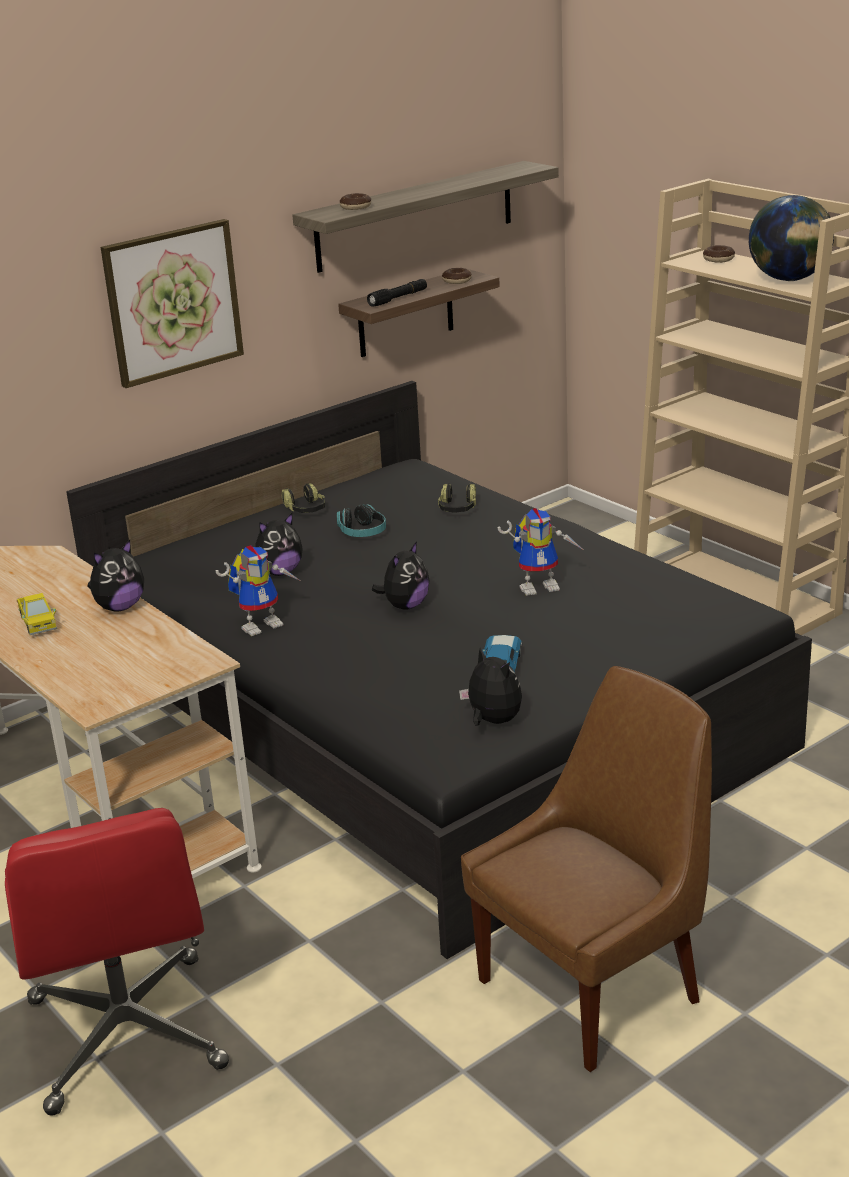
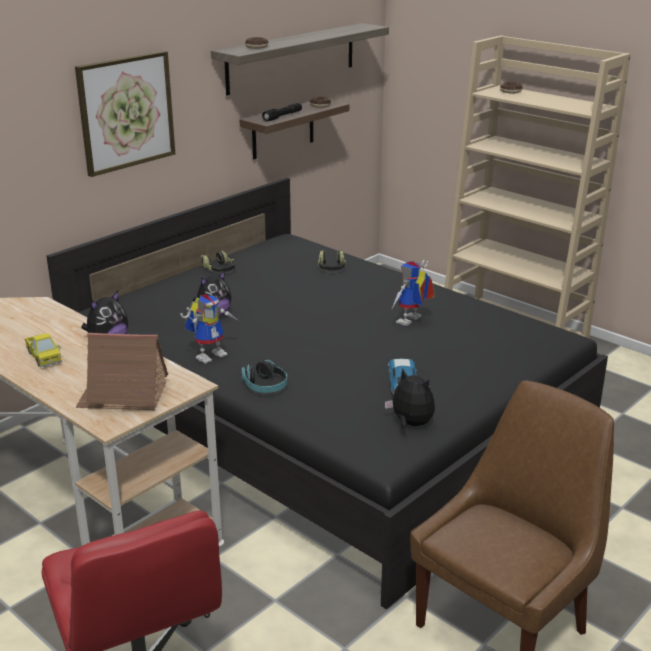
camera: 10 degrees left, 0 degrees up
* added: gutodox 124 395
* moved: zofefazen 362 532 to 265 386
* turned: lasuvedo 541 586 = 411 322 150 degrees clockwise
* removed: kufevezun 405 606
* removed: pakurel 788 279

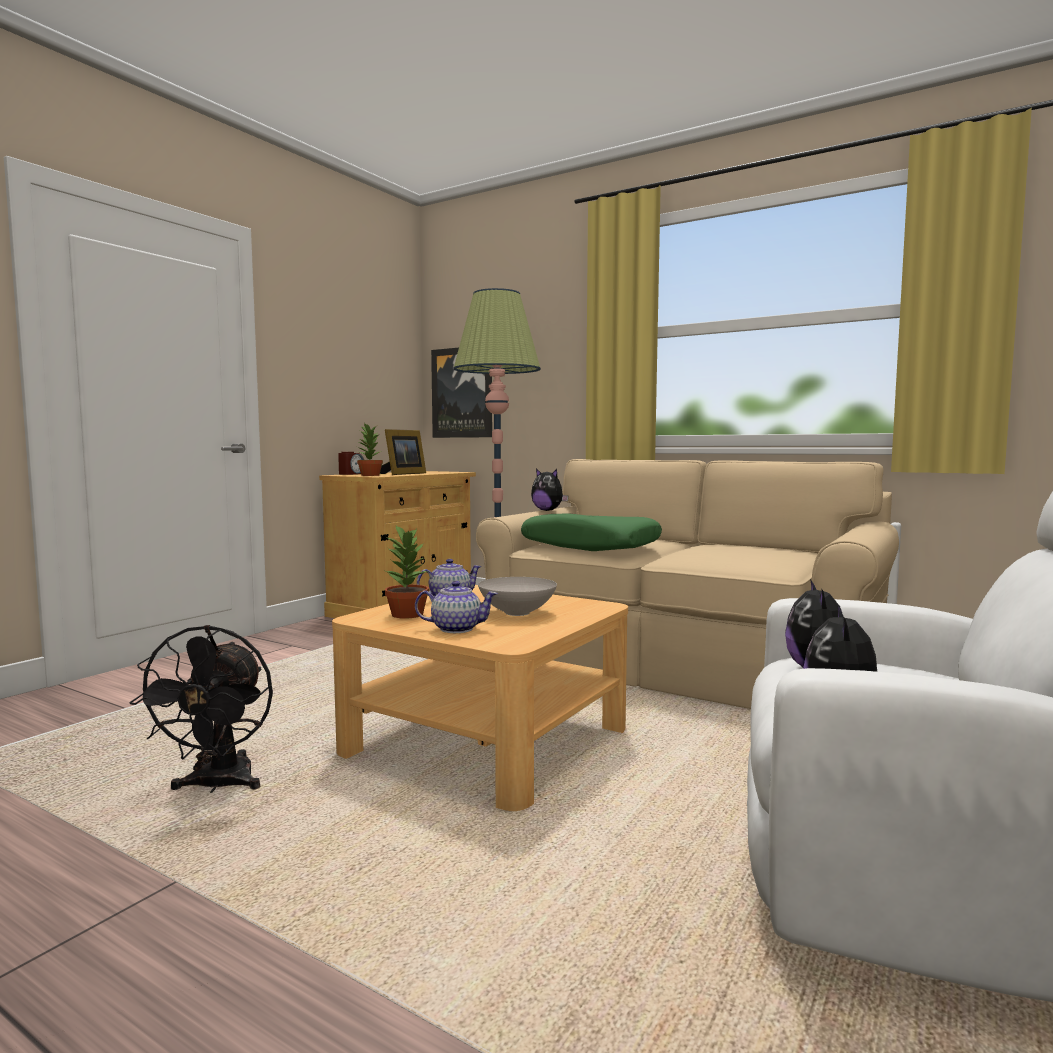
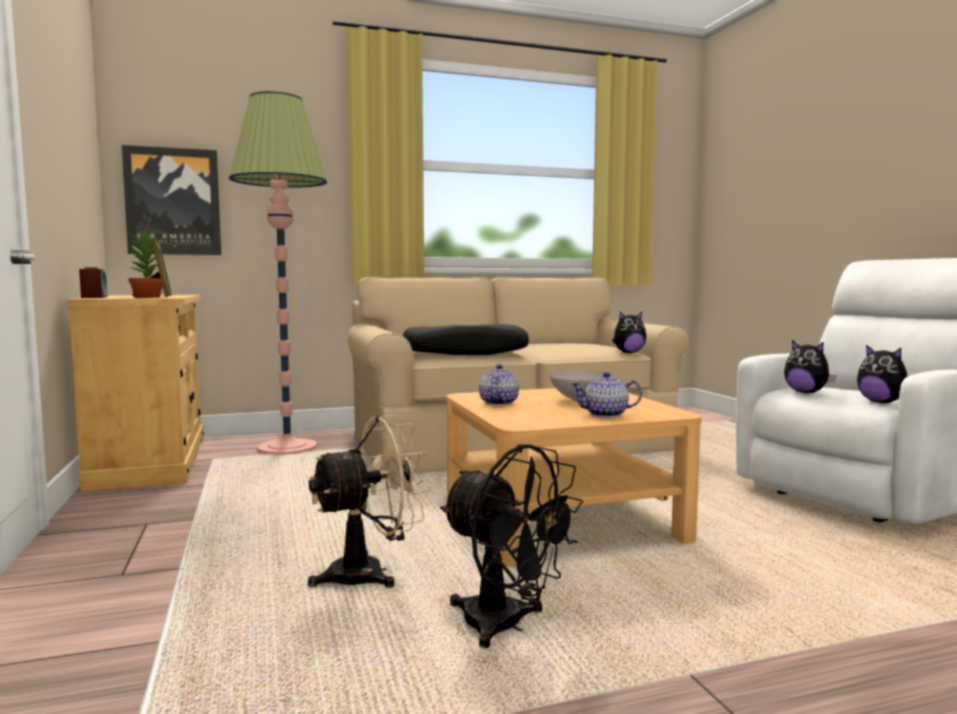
camera: 50 degrees left, 0 degrees up
* added: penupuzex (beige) 370 573
* recoloured: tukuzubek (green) 590 546 to tukuzubek (black) 465 352
* turned: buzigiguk 456 629 = 606 414 135 degrees counterclockwise
* moved: kufevezun 548 510 to 628 353
* removed: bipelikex 407 614

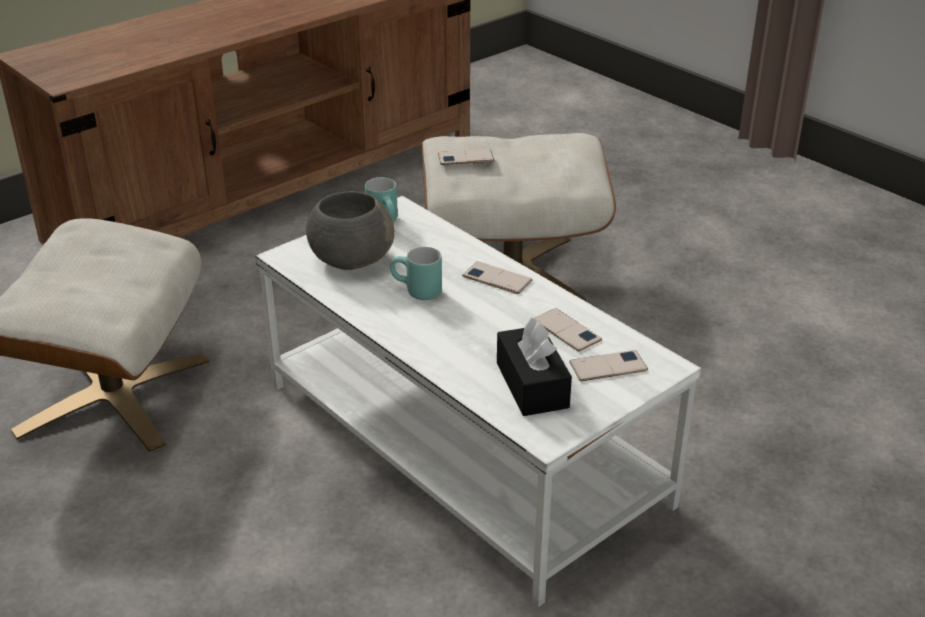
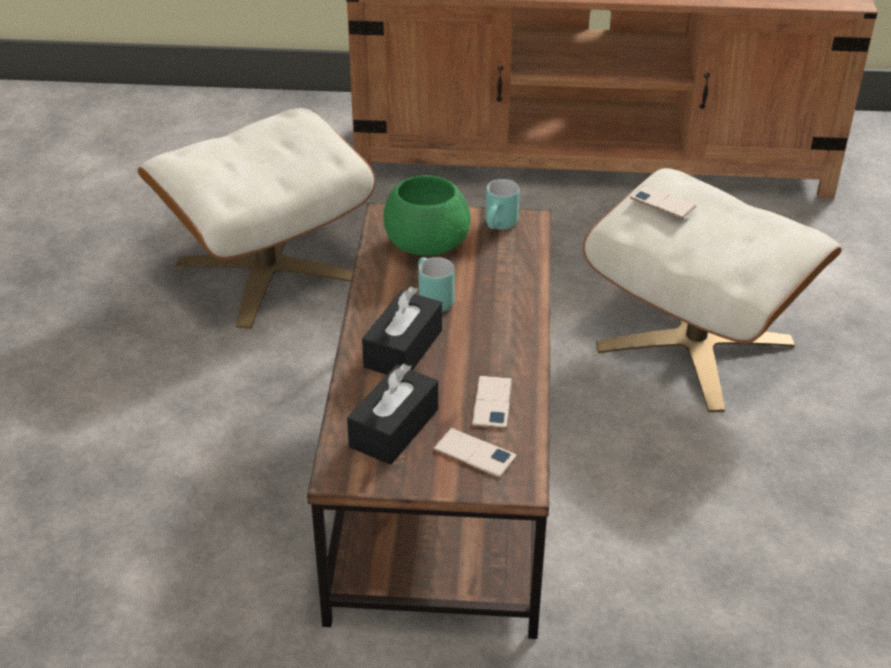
camera: 45 degrees right, 5 degrees up
* recoloured: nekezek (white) 459 443 to nekezek (brown) 443 463
* added: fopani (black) 403 349
* recoloured: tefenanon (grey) 350 259 to tefenanon (green) 426 243
* removed: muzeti 497 278

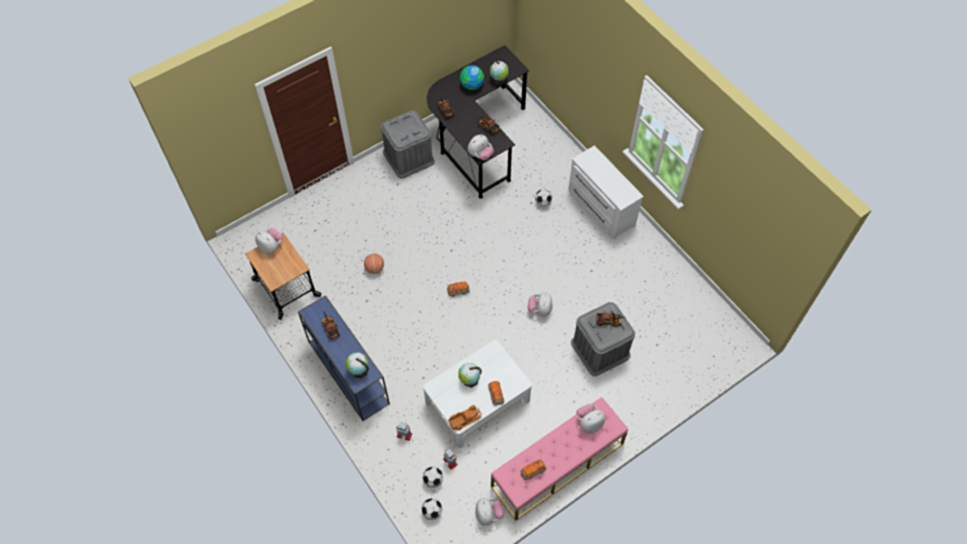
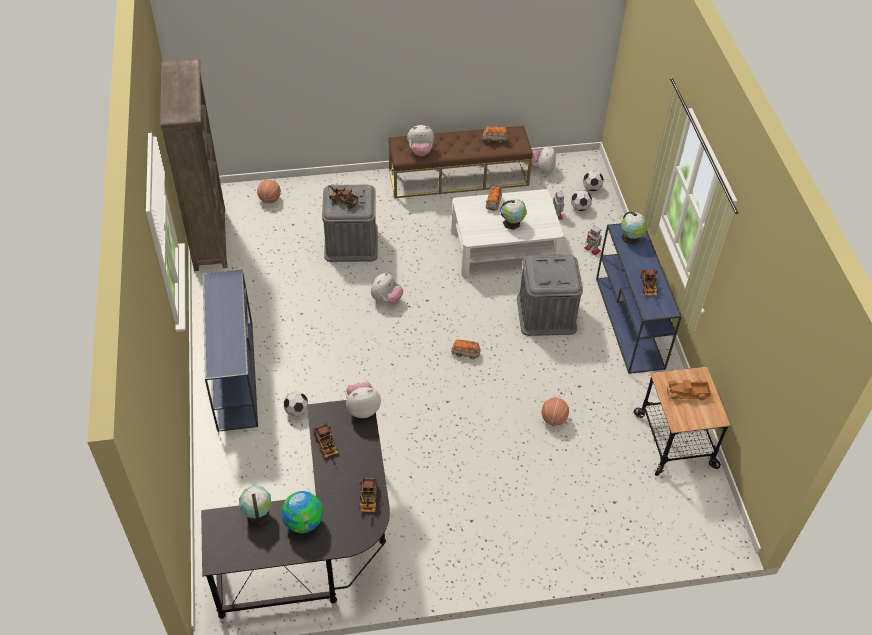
camera: 155 degrees left, 10 degrees down
* added: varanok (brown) 210 238
* replaced: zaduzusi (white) 599 208 to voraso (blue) 235 374
* added: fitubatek 270 199
* recoloured: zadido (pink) 557 465 to zadido (brown) 458 177
* moved: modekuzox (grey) 408 157 to 546 313
* moved: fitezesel 464 419 to 688 393
* removed: kufevezun 271 246

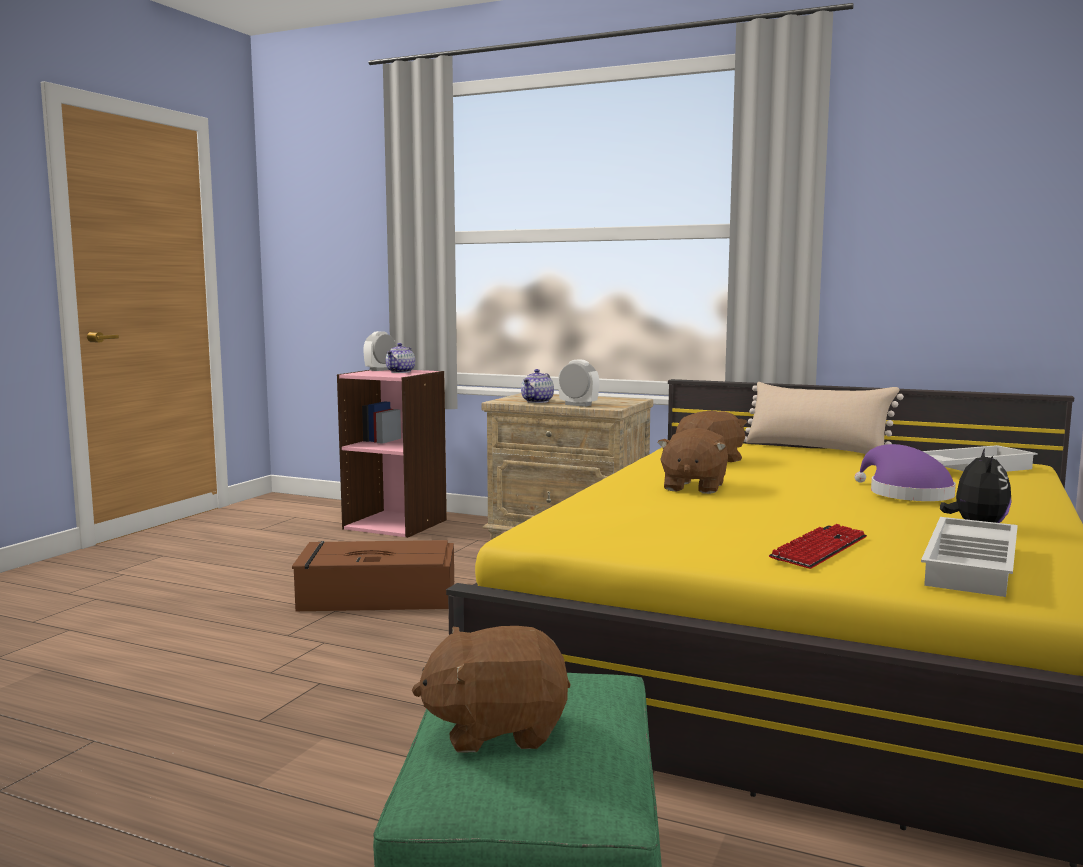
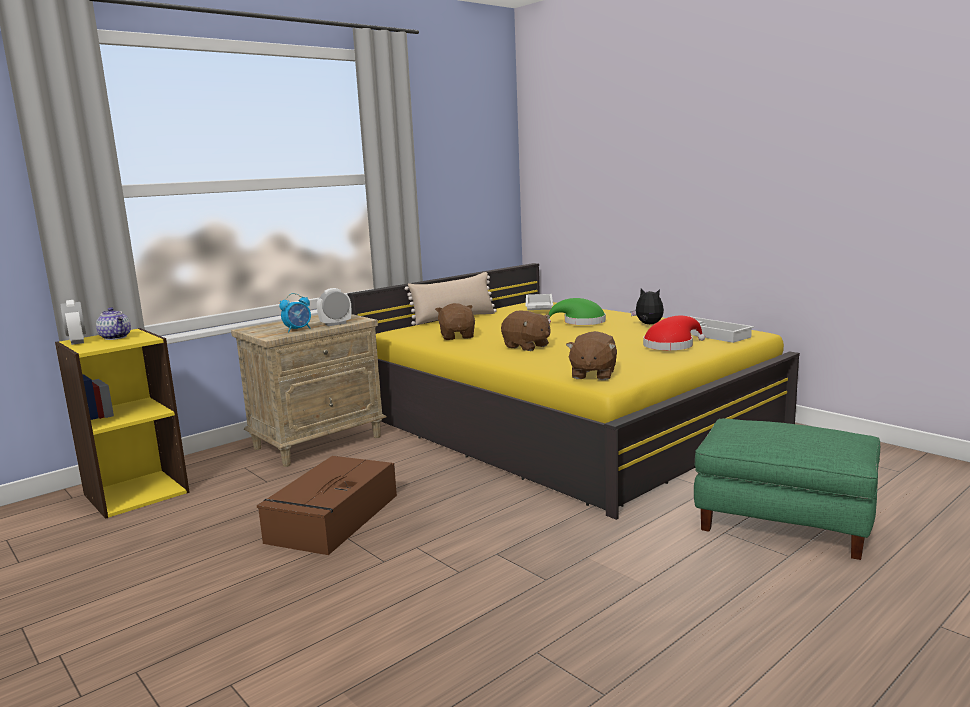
camera: 65 degrees left, 5 degrees up
* recoloured: varanok (pink) 396 524 to varanok (yellow) 136 493
* replaced: buzigiguk 538 401 to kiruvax 298 330
* recoloured: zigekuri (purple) 905 494 to zigekuri (green) 580 322
* moved: kufevezun (brown) 496 729 to 592 374
* replaced: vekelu 819 549 to zigekuri (red) 671 346

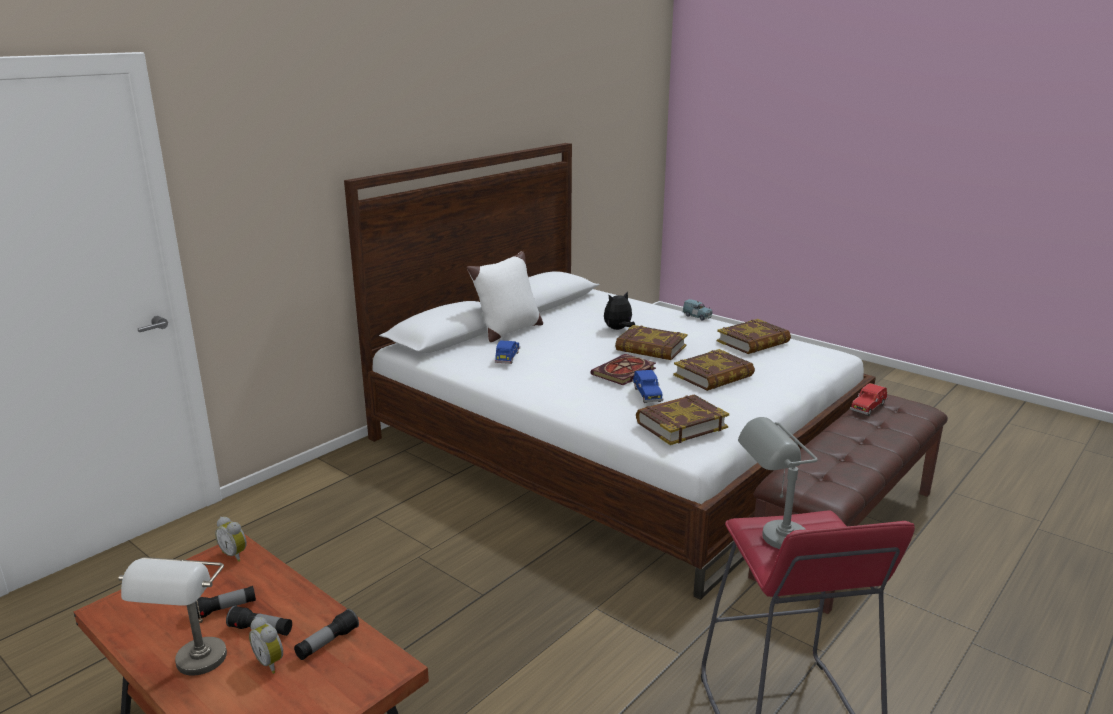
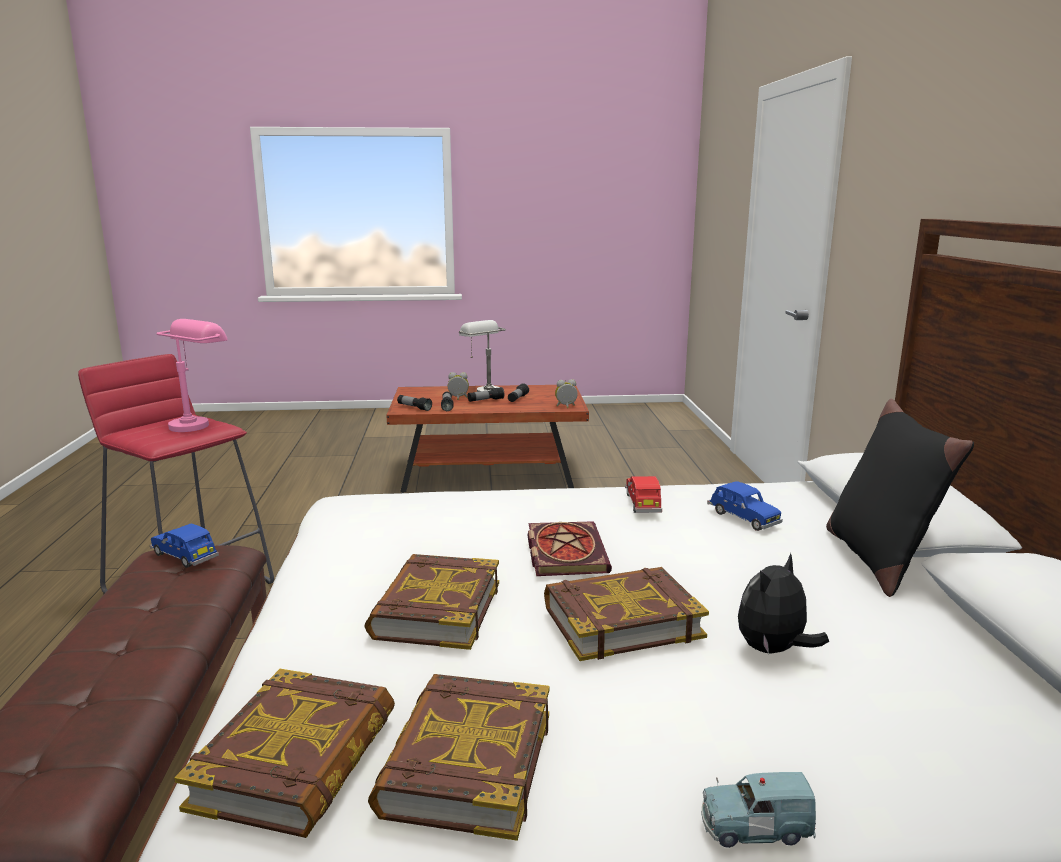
camera: 135 degrees right, 5 degrees down
* moved: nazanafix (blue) 646 394 to 185 557
* recoloured: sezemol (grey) 771 540 to sezemol (pink) 199 423
* moved: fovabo 681 425 to 297 761
* added: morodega 414 407
* moved: nazanafix (red) 868 407 to 642 505
* turned: kufevezun 618 329 = 773 650 150 degrees counterclockwise
* recoloured: tukuzubek (white) 508 331 to tukuzubek (black) 877 559

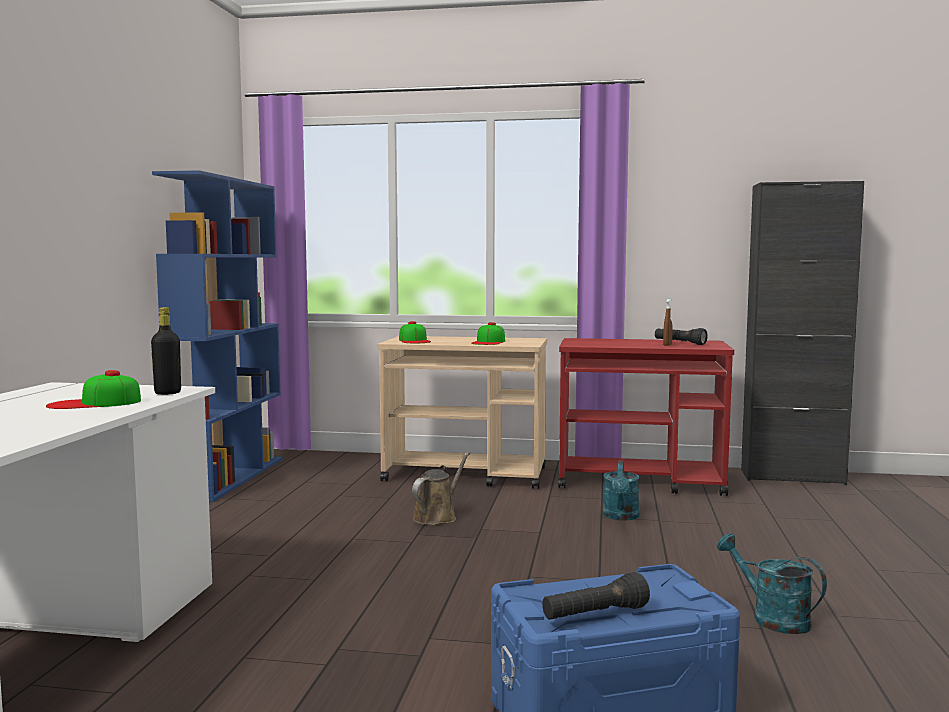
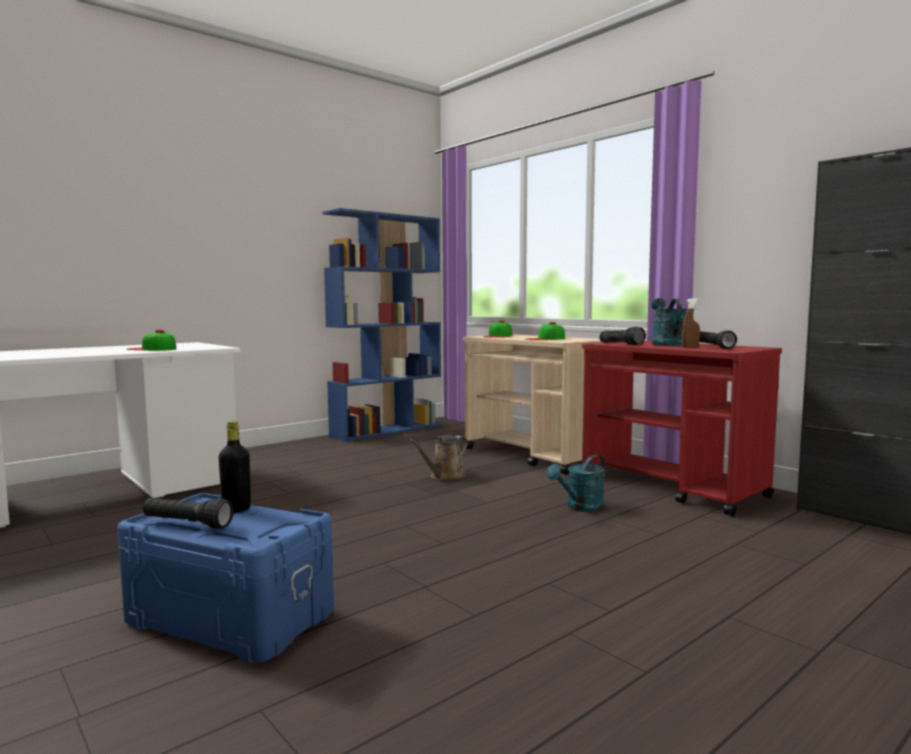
camera: 40 degrees right, 0 degrees up
* moved: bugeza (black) 167 393 to 236 509
* turned: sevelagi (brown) 437 517 = 445 476 150 degrees clockwise
* added: morodega 622 344
* moved: sevelagi (turquoise) 771 617 to 666 344

